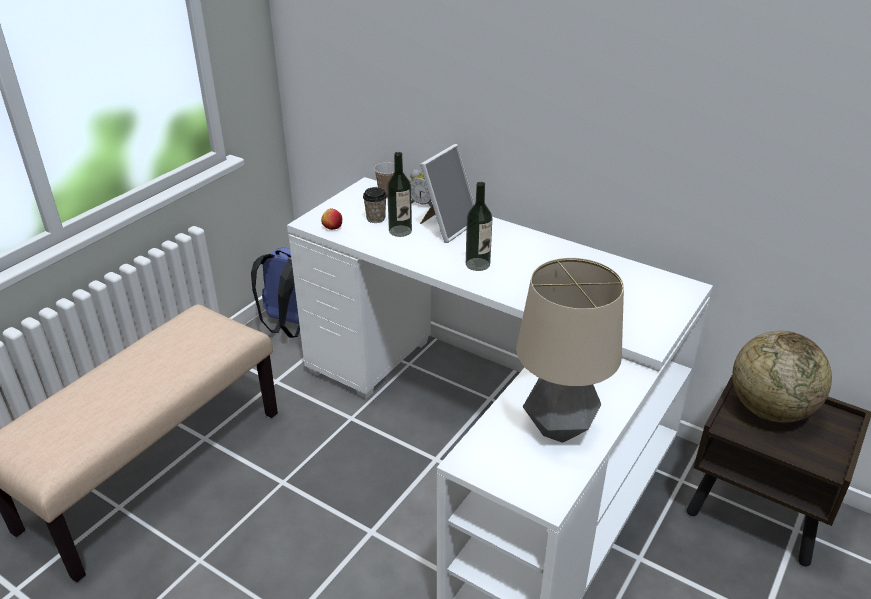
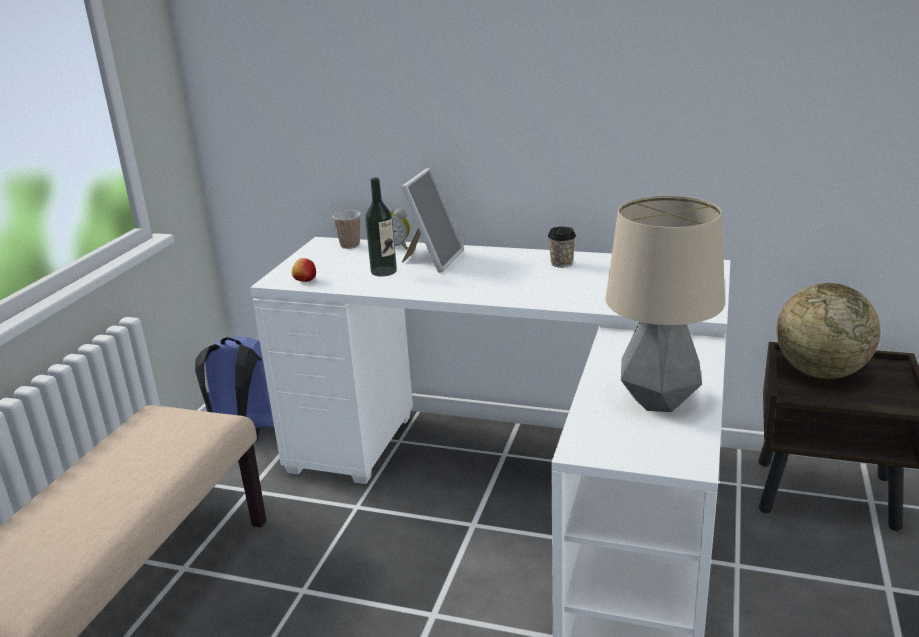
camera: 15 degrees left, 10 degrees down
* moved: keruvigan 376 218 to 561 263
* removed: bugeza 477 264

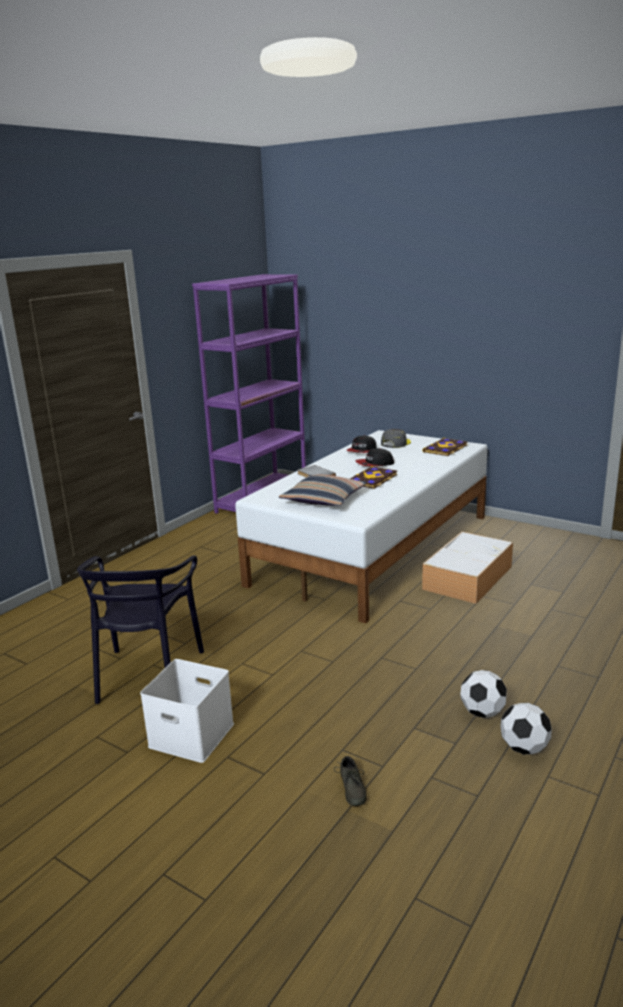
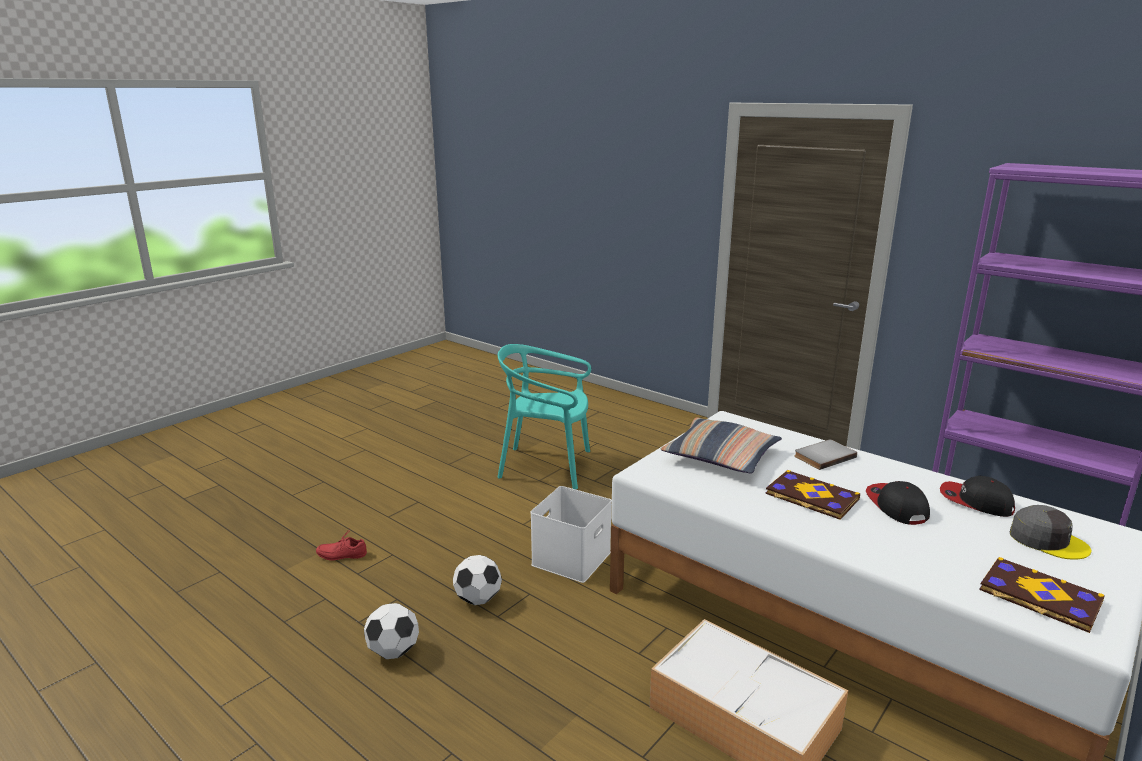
camera: 95 degrees right, 0 degrees up
* recoloured: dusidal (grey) 350 789 to dusidal (red) 342 554
* moved: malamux 524 748 to 478 599
* recoloured: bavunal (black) 148 675 to bavunal (turquoise) 546 466
* moved: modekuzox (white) 189 735 to 571 557

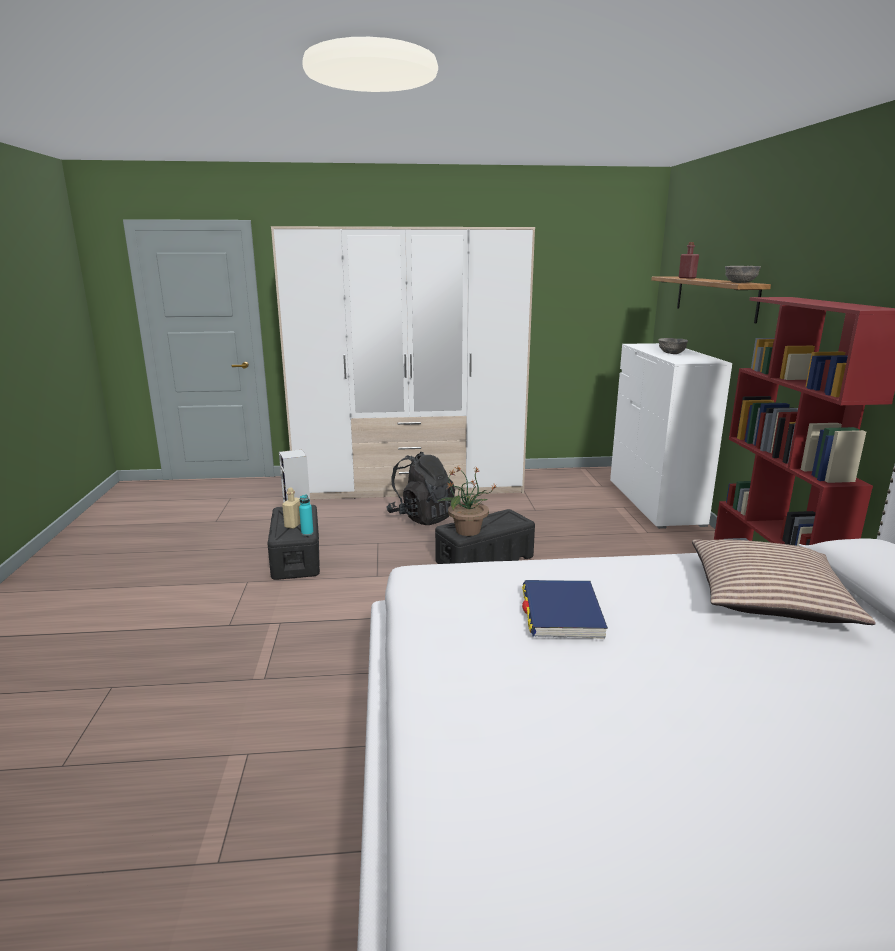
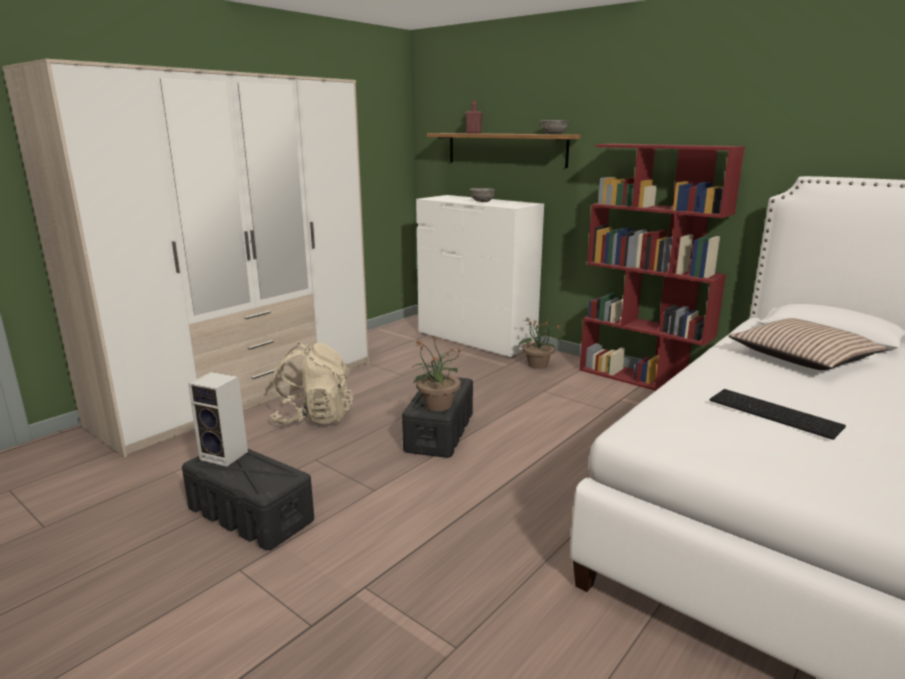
camera: 45 degrees left, 0 degrees up
* recoloured: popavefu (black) 421 517 to popavefu (beige) 314 418
* added: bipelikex 538 365
* replaced: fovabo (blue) 561 613 to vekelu 776 413
* removed: bugeza (beige) 293 525
* removed: bugeza (turquoise) 307 533

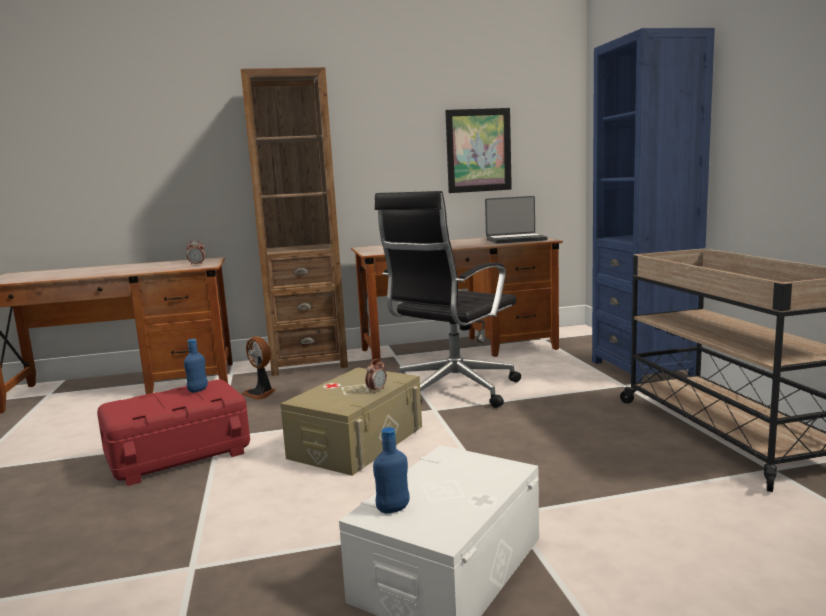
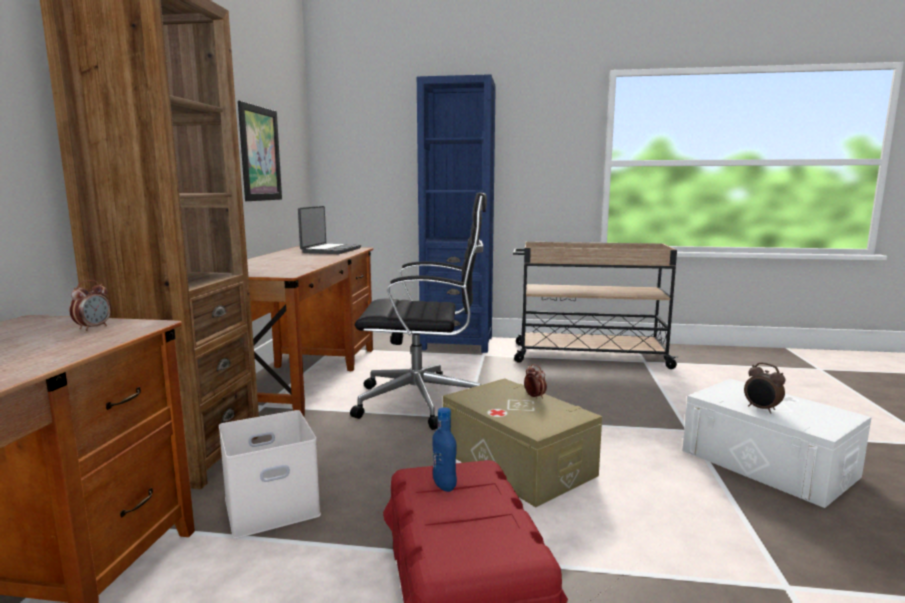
camera: 70 degrees left, 0 degrees up
* replaced: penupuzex 261 393 to modekuzox (white) 273 504
* turned: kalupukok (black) 452 391 = 423 402 60 degrees counterclockwise
* added: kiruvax 761 409
* removed: bugeza (blue) 393 509

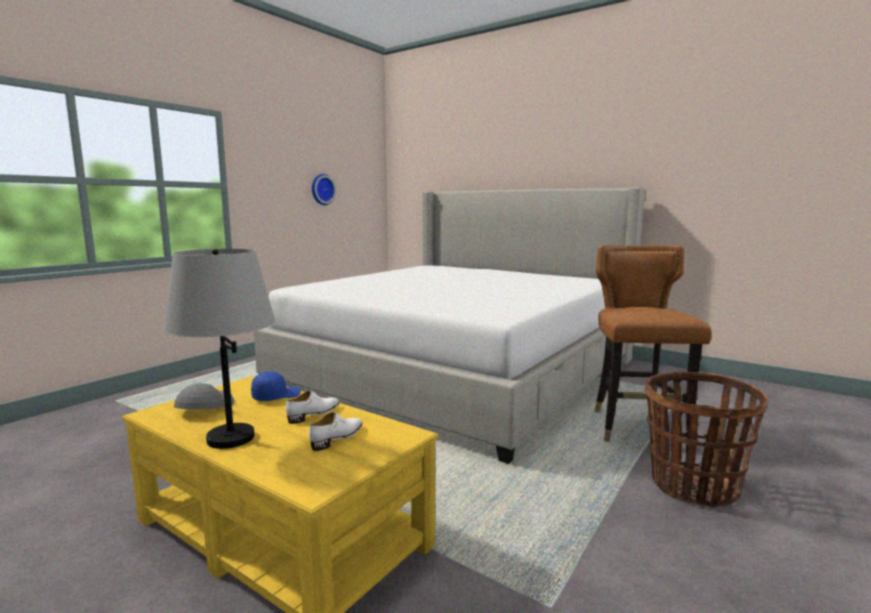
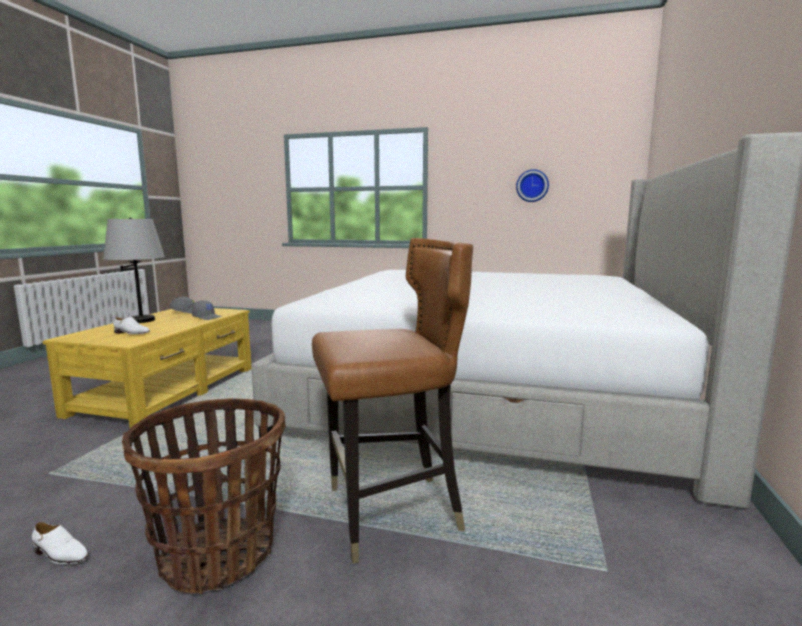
camera: 70 degrees right, 0 degrees up
* moved: dusidal (white) 314 414 to 60 554
* recoloured: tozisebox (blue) 276 396 to tozisebox (grey) 207 317

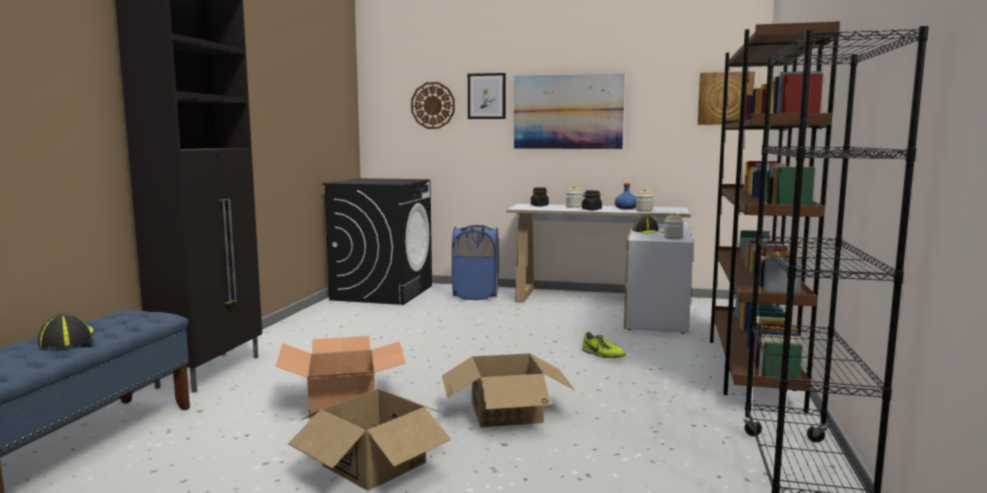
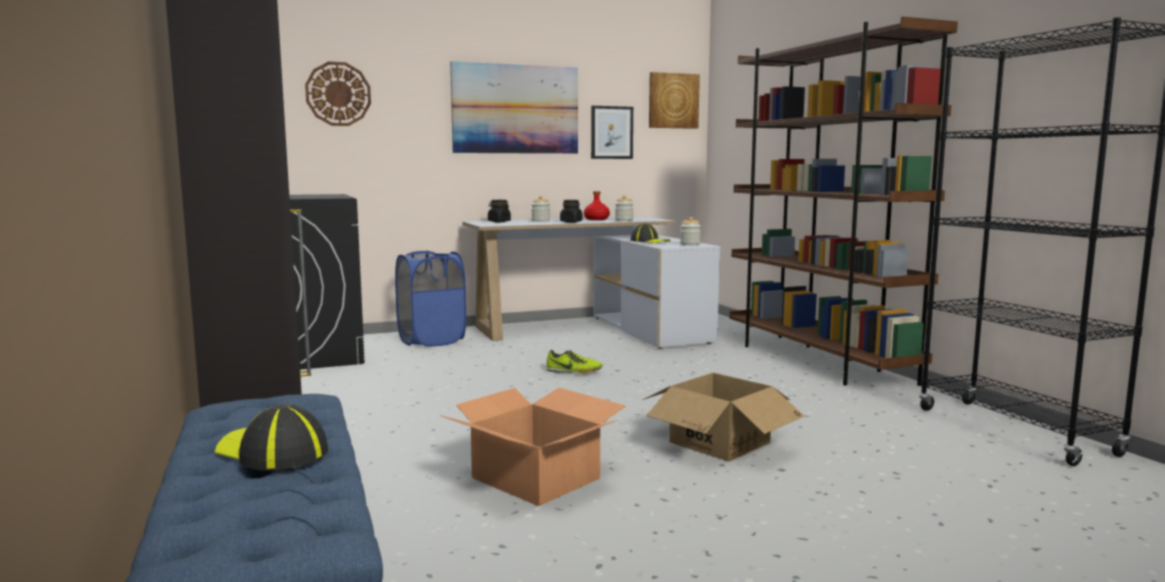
camera: 35 degrees left, 0 degrees up
* moved: dusidal 603 355 to 573 372
* recoloured: bugeza (blue) 625 208 to bugeza (red) 596 219
* moved: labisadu 486 96 to 611 132
* removed: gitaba 374 463

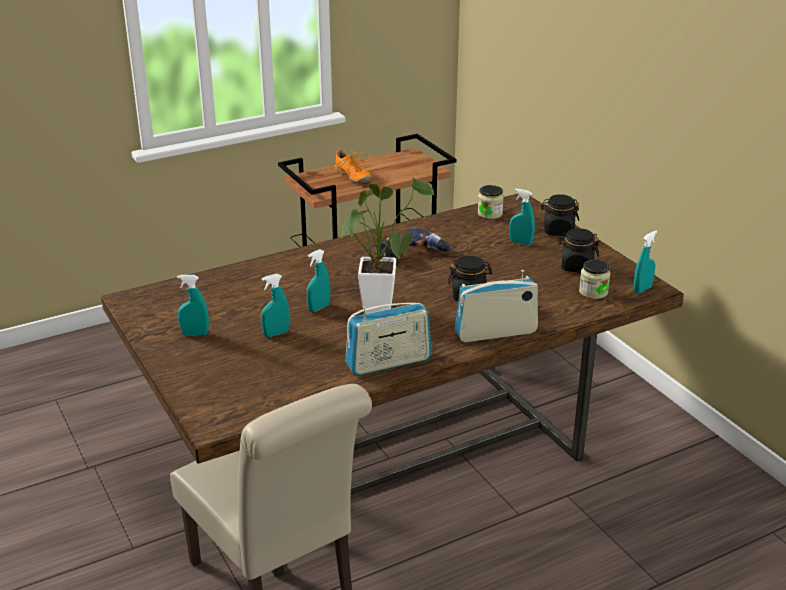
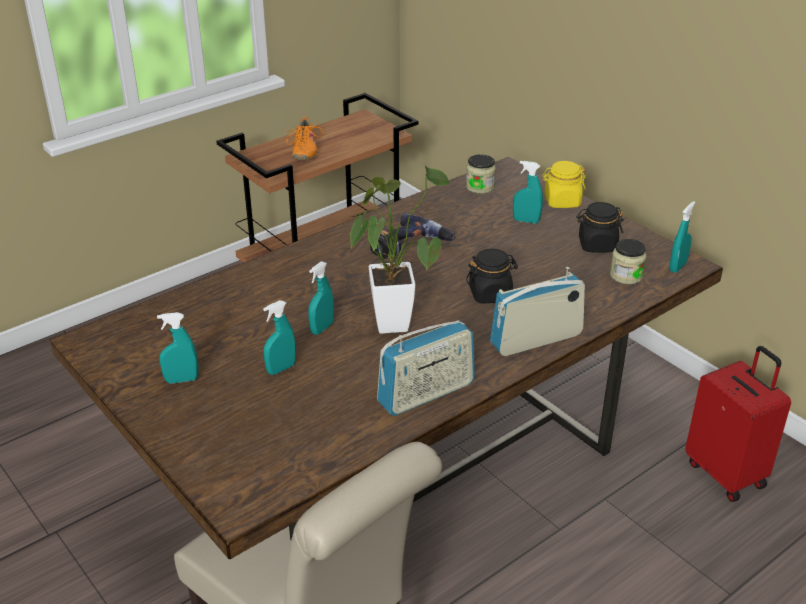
camera: 10 degrees left, 5 degrees up
* turned: dusidal (orange) 352 177 = 304 151 45 degrees clockwise
* recoloured: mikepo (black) 558 230 to mikepo (yellow) 562 201
* added: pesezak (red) 726 473

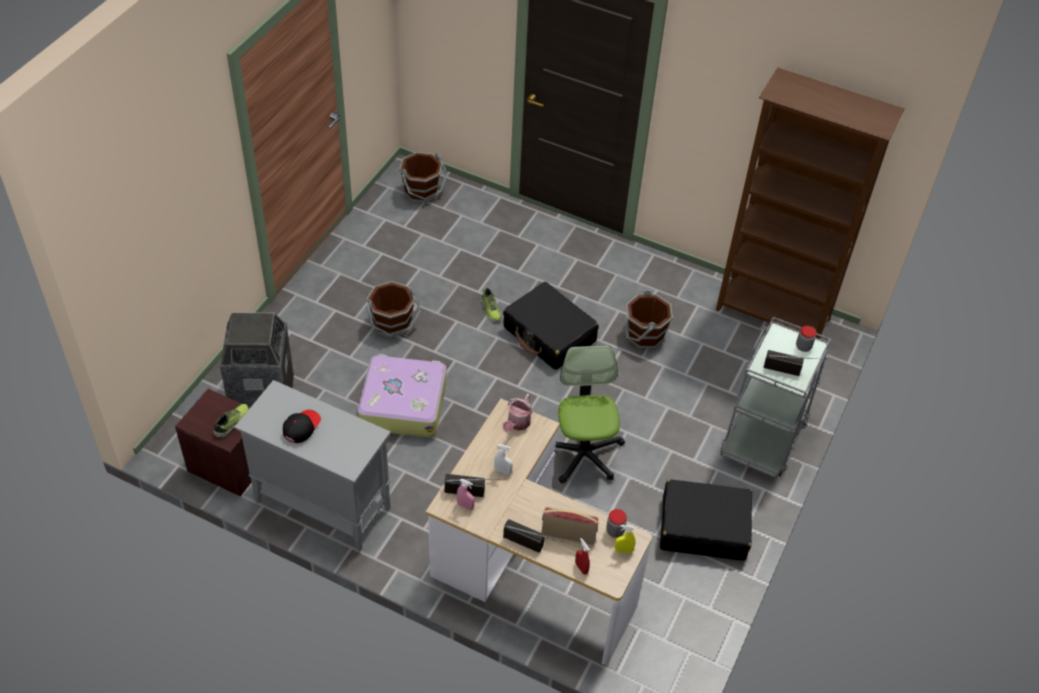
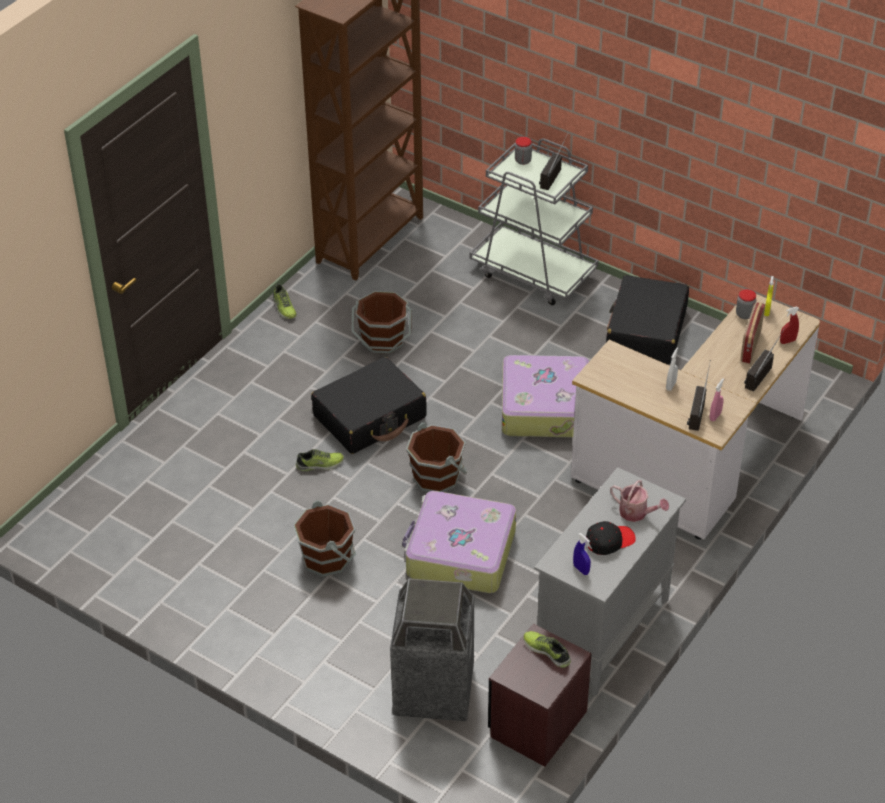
camera: 80 degrees left, 5 degrees down
* added: dusidal 284 307
* moved: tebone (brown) 422 191 to 437 476
* replaced: kalupukok 583 454 to pesezak 546 407
* added: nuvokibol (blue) 581 569
* turned: tozisebox (black) 301 427 = 609 541 120 degrees clockwise
* moved: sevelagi 517 424 to 637 513

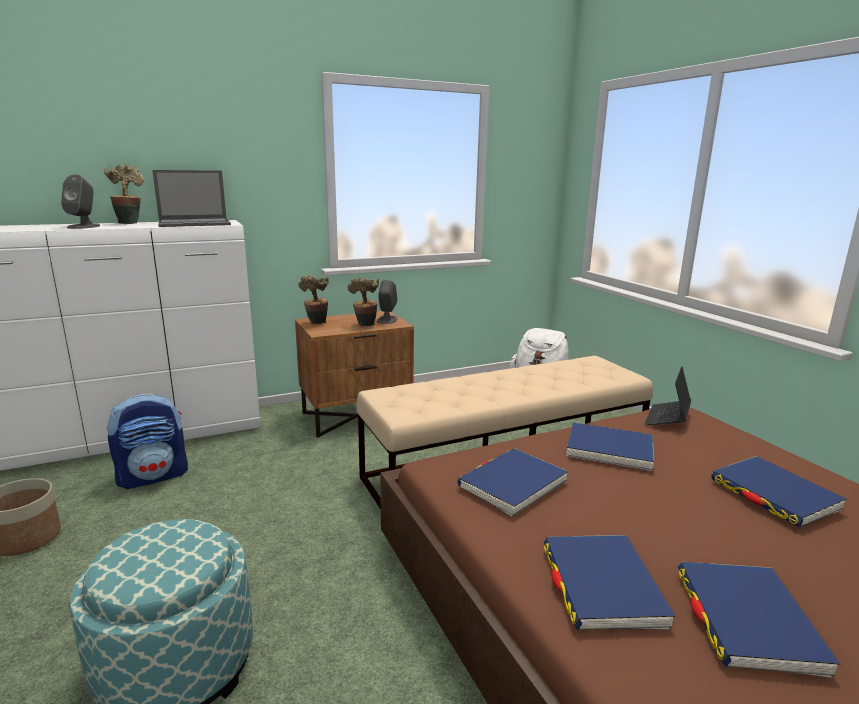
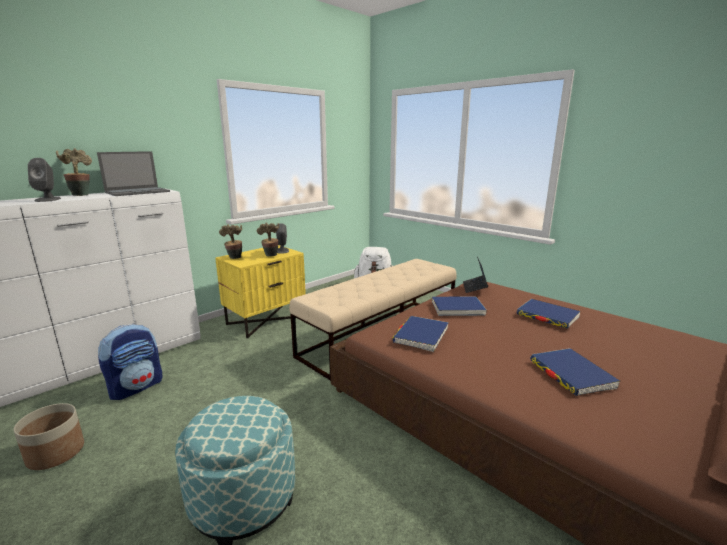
camera: 20 degrees left, 0 degrees up
* recoloured: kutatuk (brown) 356 416 to kutatuk (yellow) 266 320
* removed: fovabo (blue) 601 585

